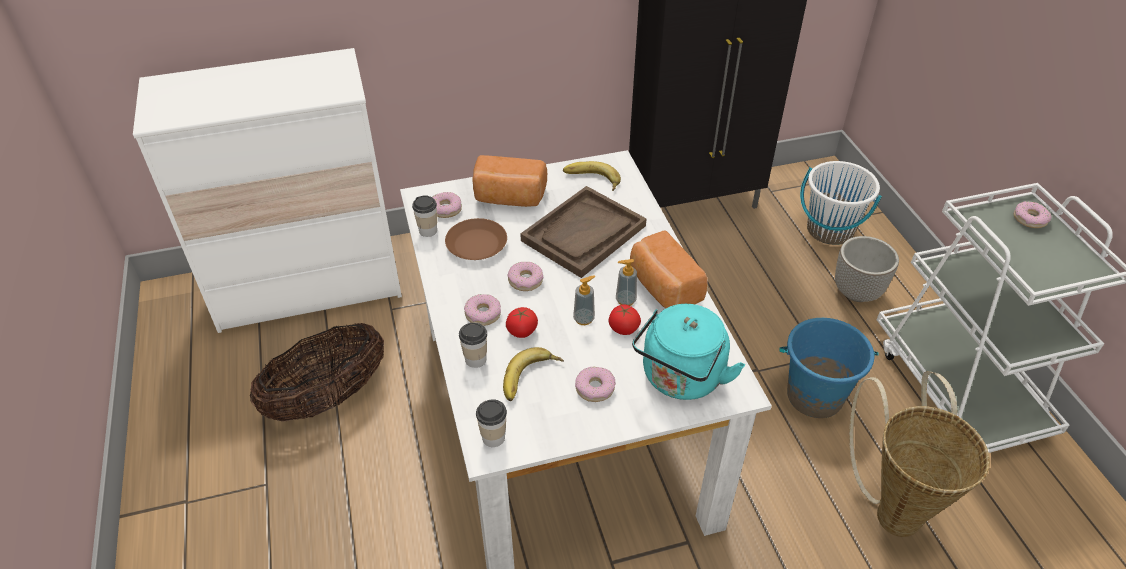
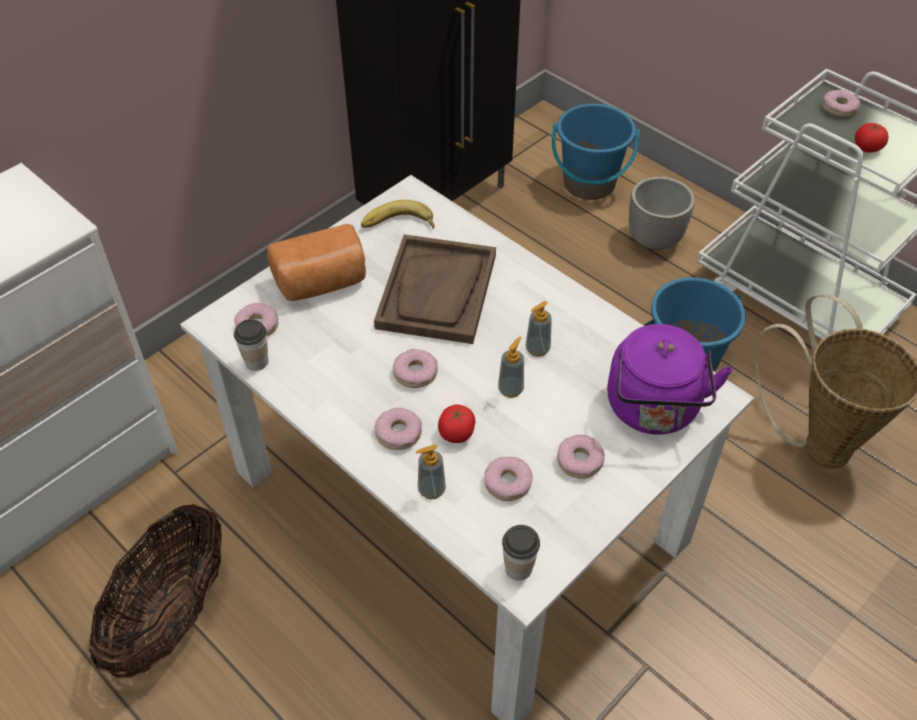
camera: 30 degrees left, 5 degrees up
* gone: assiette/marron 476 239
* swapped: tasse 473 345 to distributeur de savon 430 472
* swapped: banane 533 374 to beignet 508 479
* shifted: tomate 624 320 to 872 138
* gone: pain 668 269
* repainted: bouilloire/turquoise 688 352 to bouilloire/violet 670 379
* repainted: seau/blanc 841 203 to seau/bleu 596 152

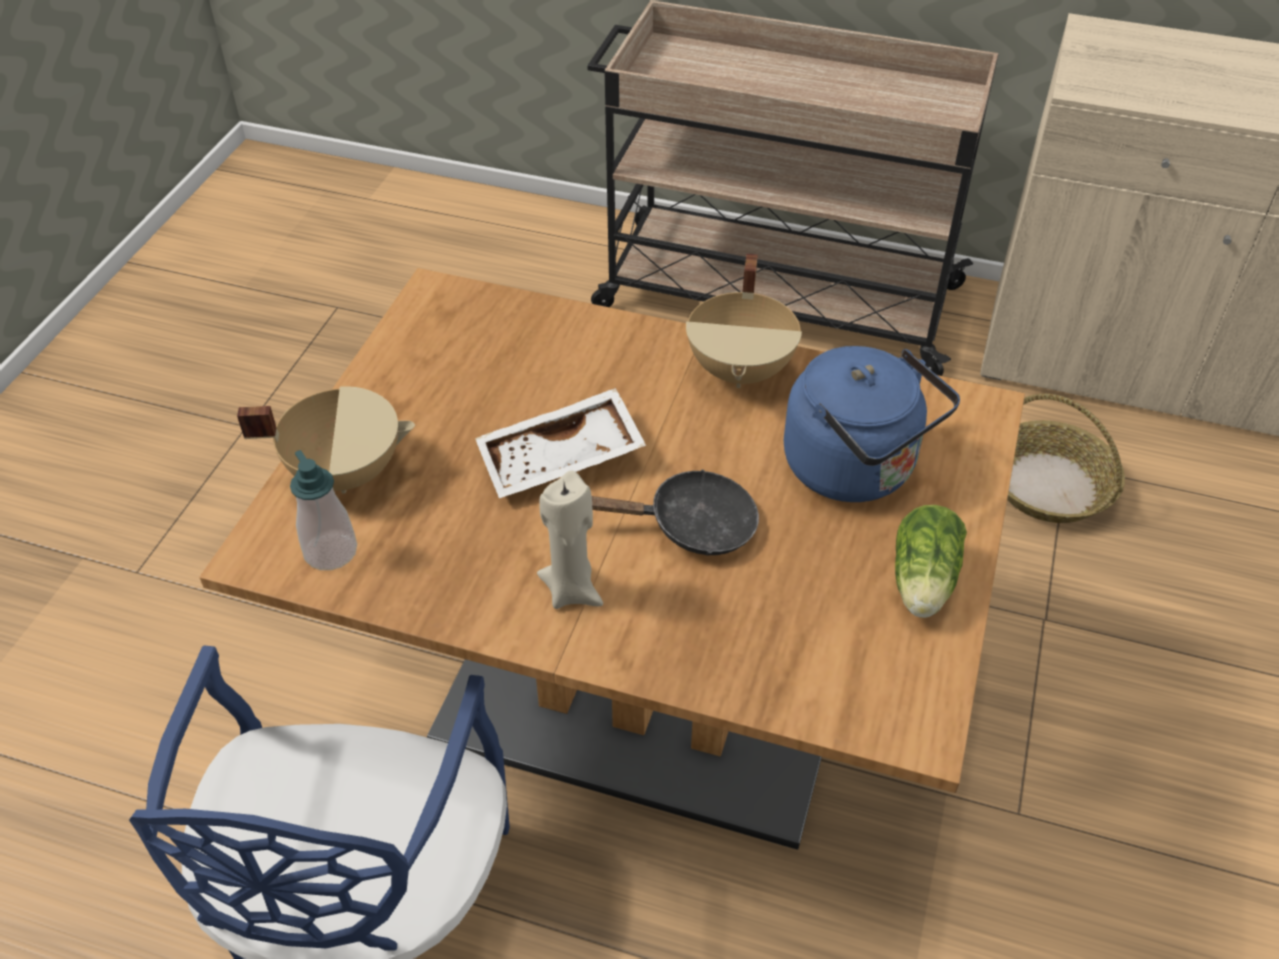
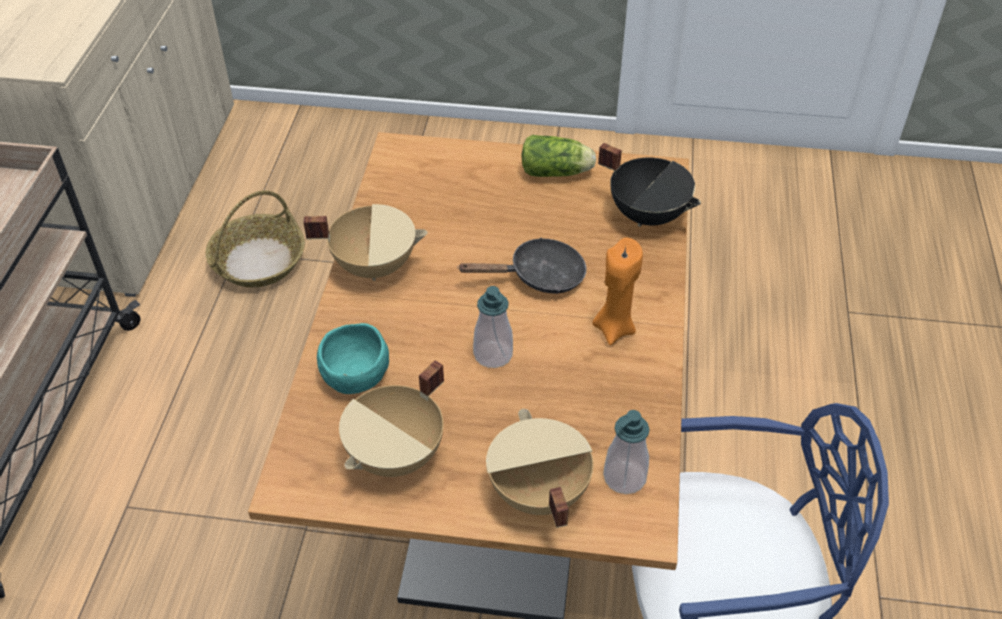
camera: 100 degrees left, 0 degrees up
* swapped: plateau/blanc 560 443 to distributeur de savon 493 327
* repainted: bougie/beige 570 539 to bougie/orange 618 291
* rotated: poêle/noir 675 512 = 521 266 90 degrees clockwise
* gone: bouilloire/bleu 872 424
* new: bol/turquoise 353 358
* new: marmite/beige 391 419
* new: marmite/noir 649 185

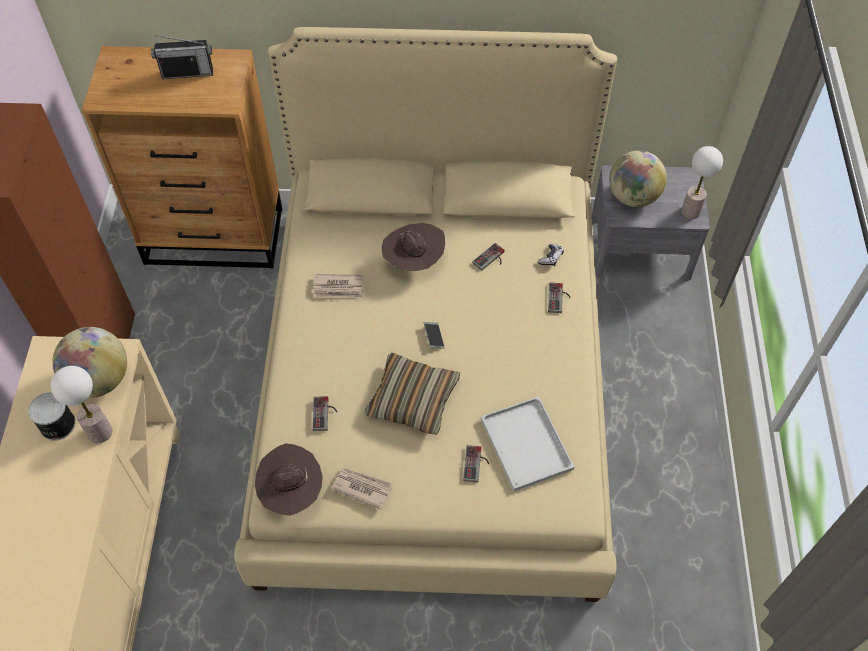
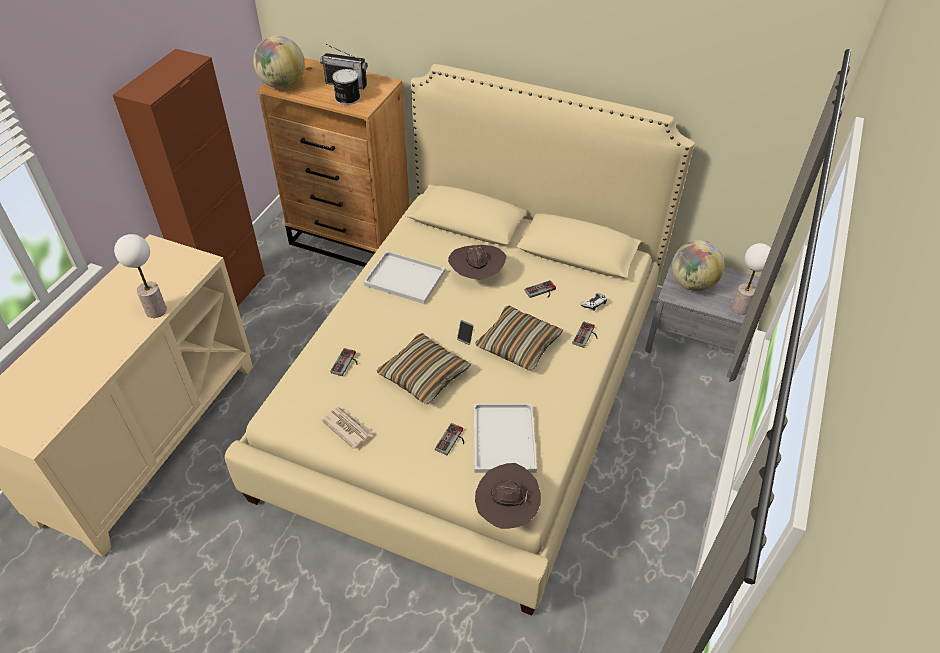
camera: 20 degrees right, 10 degrees down
* shifted: boîte métallique 52 416 to 346 87
* shifted: globe 89 362 to 279 62
* shifted: chapeau/marron 289 479 to 508 496
* swapped: journal 338 285 to plateau/blanc 404 277
* new: coussin 519 338

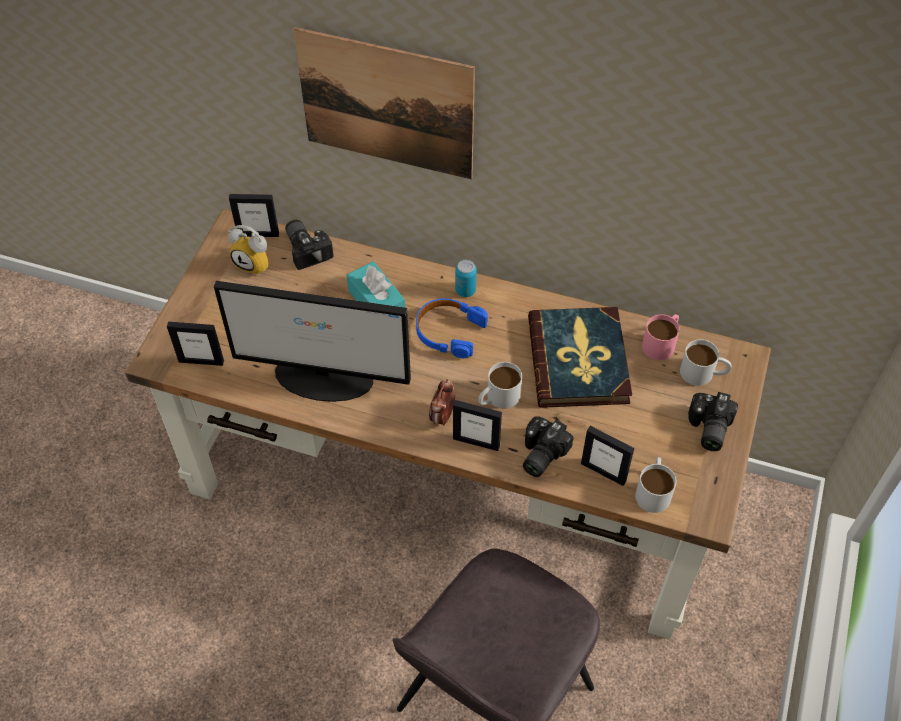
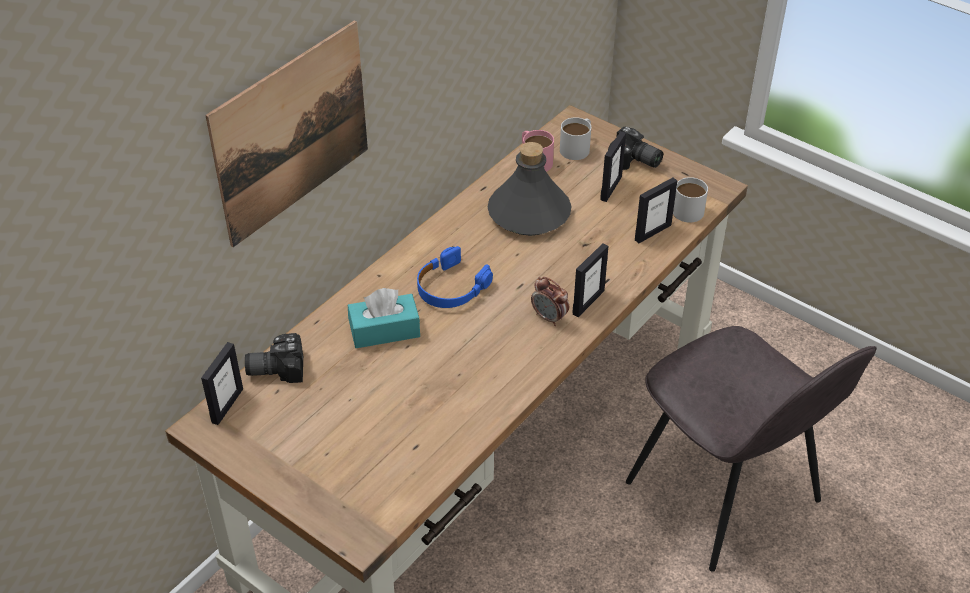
camera: 70 degrees left, 10 degrees down
* shifted: cadre photo 195 344 to 613 166
* gone: écran d'ordinateur 312 341
* gone: réveil 248 250
* gone: boîte métallique 466 278
* gone: mug/blanc 500 385
* gone: appareil photo 548 447
* swapped: livre 580 357 to bouteille/gris 530 189

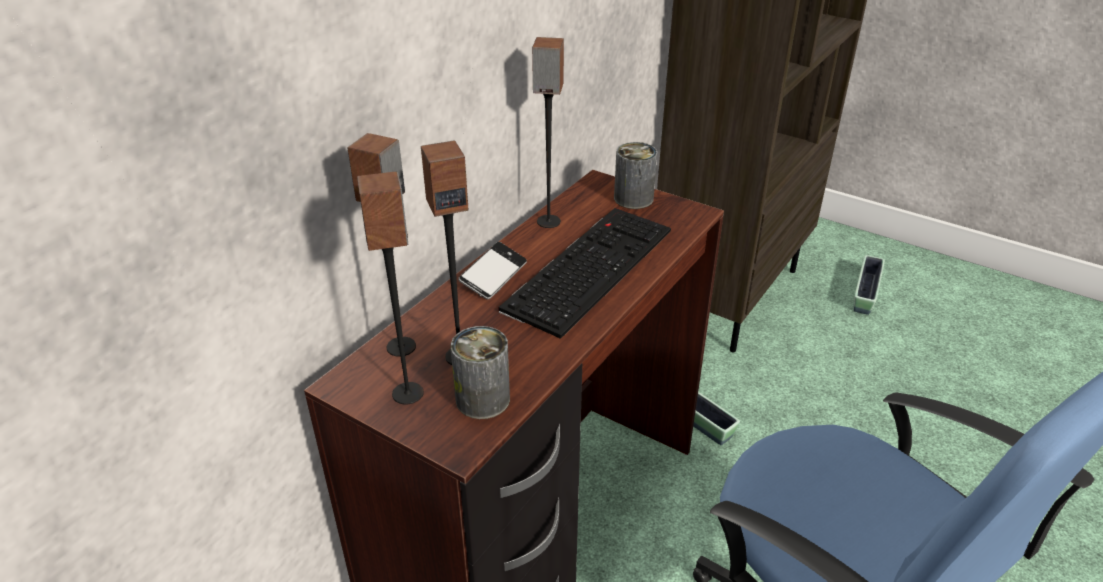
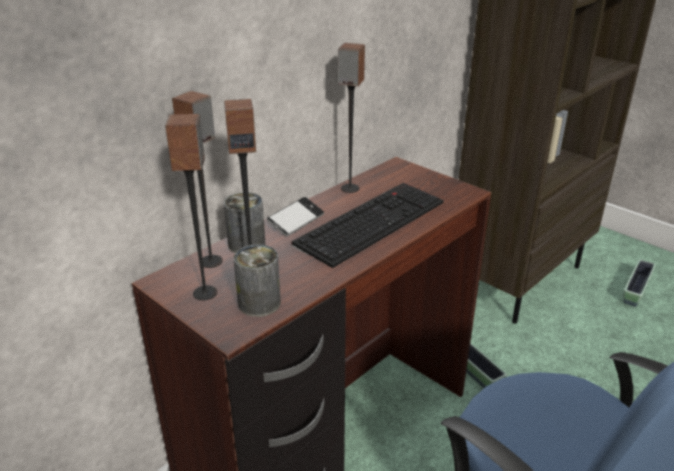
camera: 10 degrees right, 5 degrees down
* shifted: boîte métallique 635 175 to 244 222

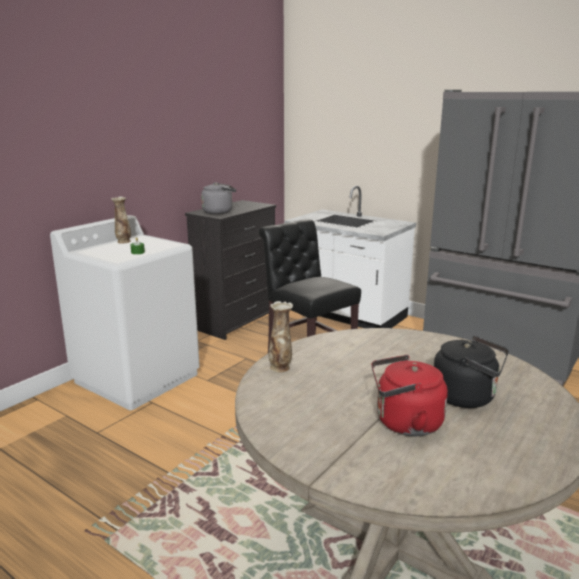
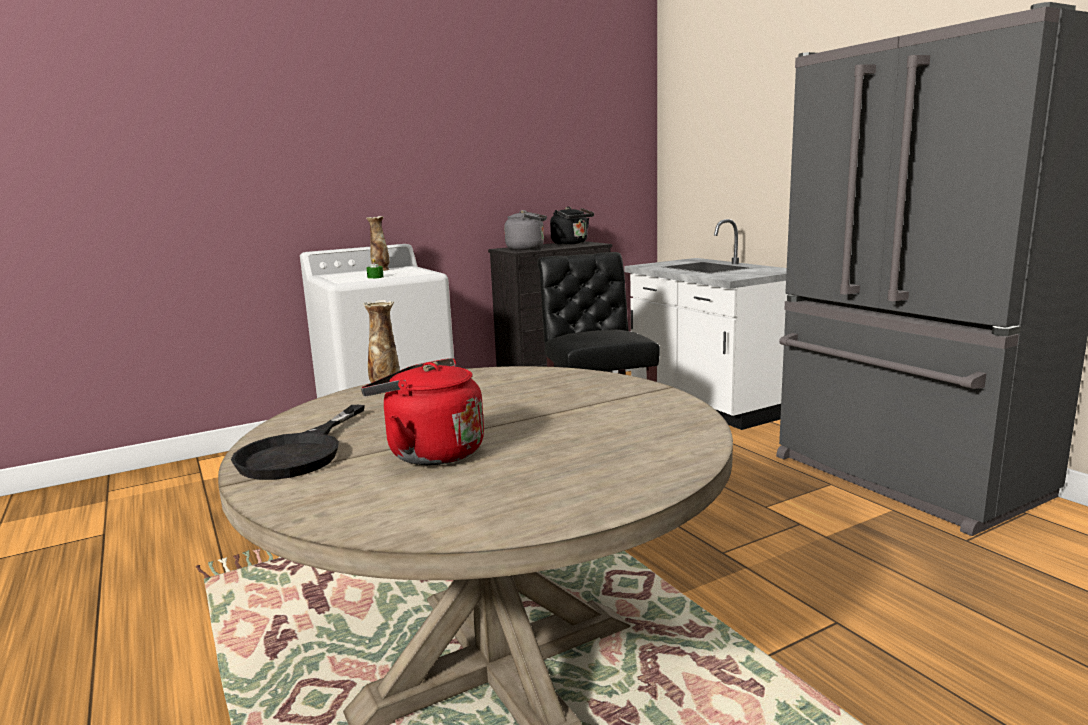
camera: 25 degrees right, 5 degrees down
* shifted: bouilloire/noir 471 372 to 572 226
* new: poêle/noir 298 442

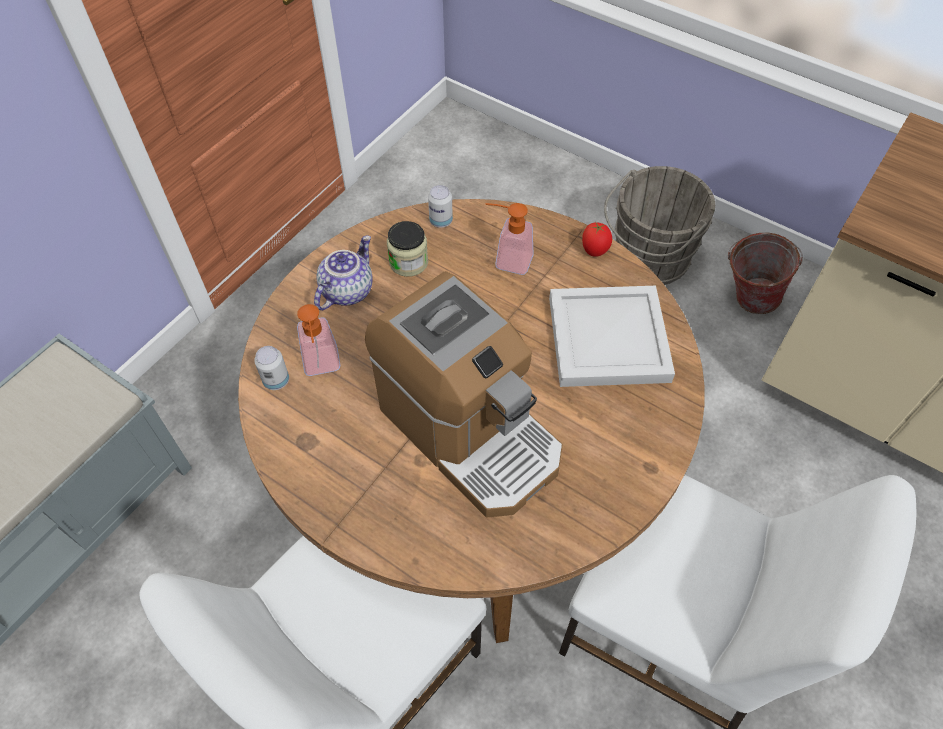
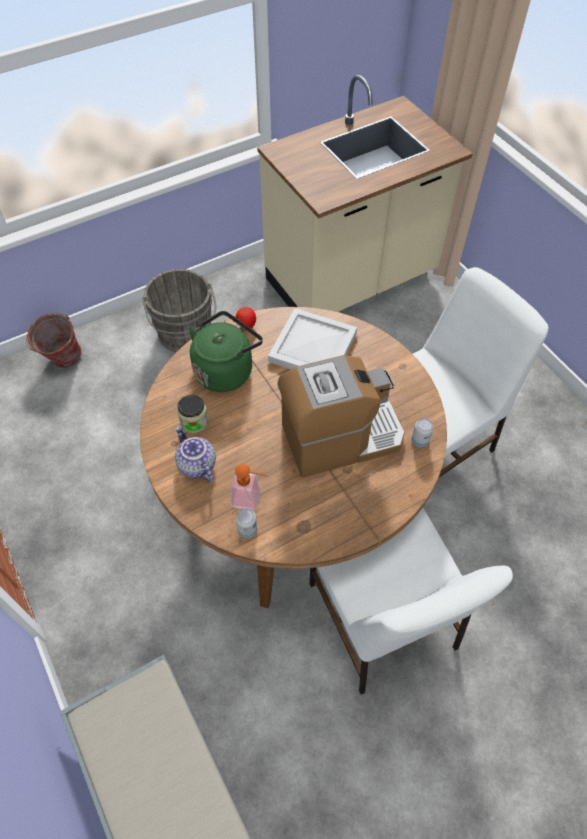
camera: 65 degrees left, 0 degrees up
* shifted: boîte métallique 440 206 to 422 432
* swapped: distributeur de savon 509 239 to bouilloire/vert 225 351
* shifted: seau 765 273 to 54 340

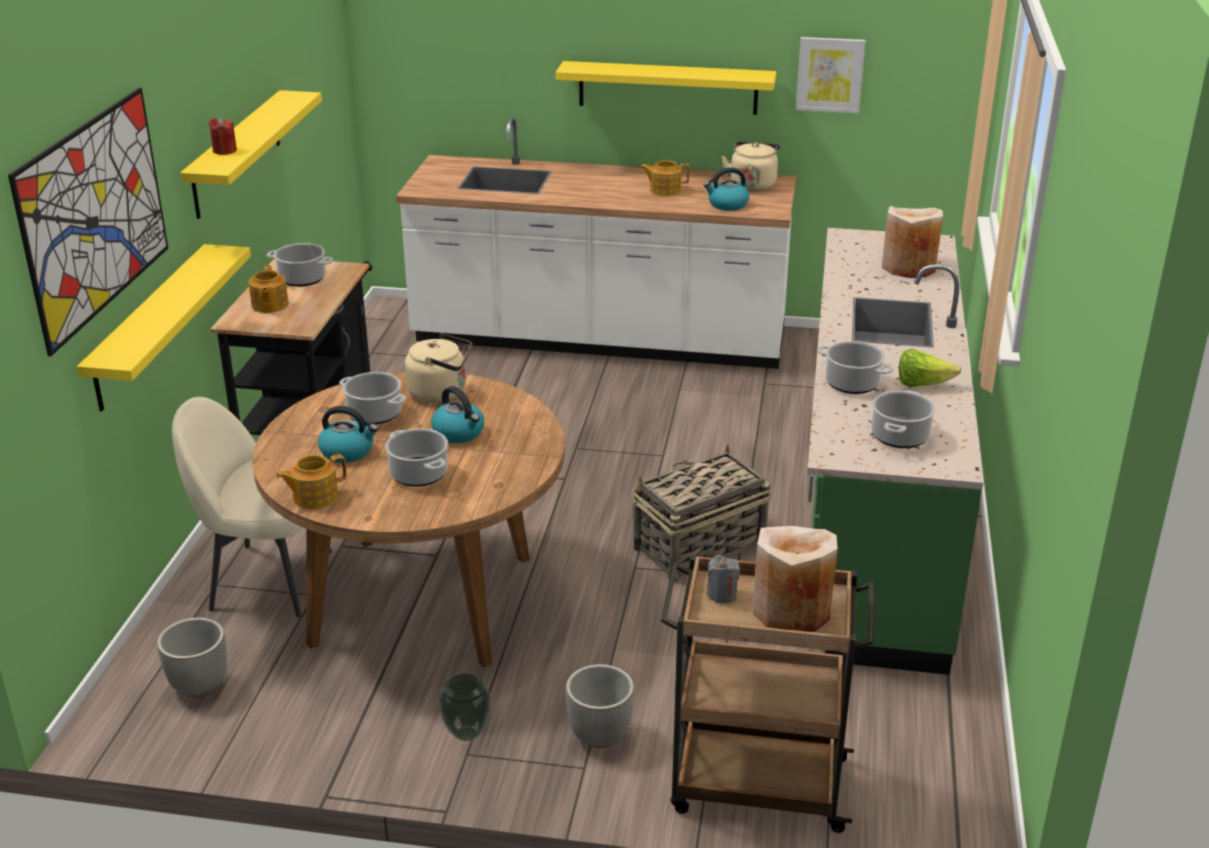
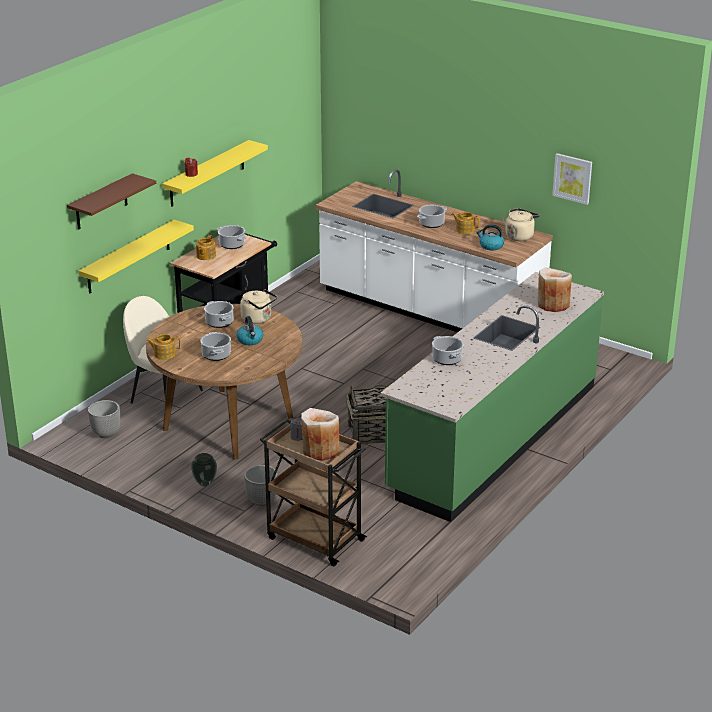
camera: 25 degrees right, 0 degrees up
* swapped: tableau 88 222 to étagère/marron 111 201
* gone: bouilloire 348 434
* gone: étagère/jaune 665 88
* shifted: marmite 903 419 to 432 216
* gone: laitue 930 368

